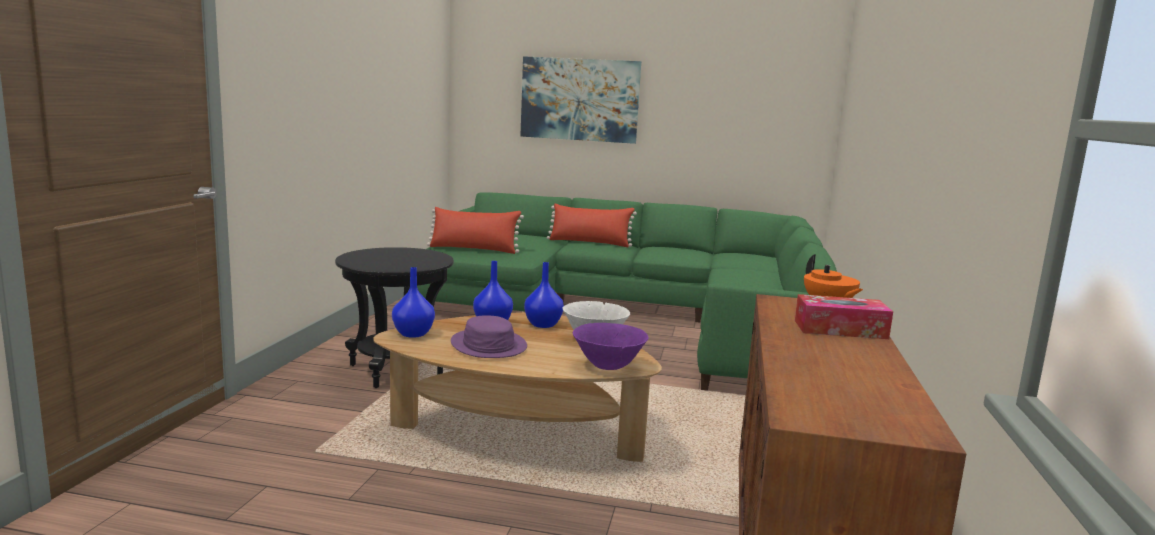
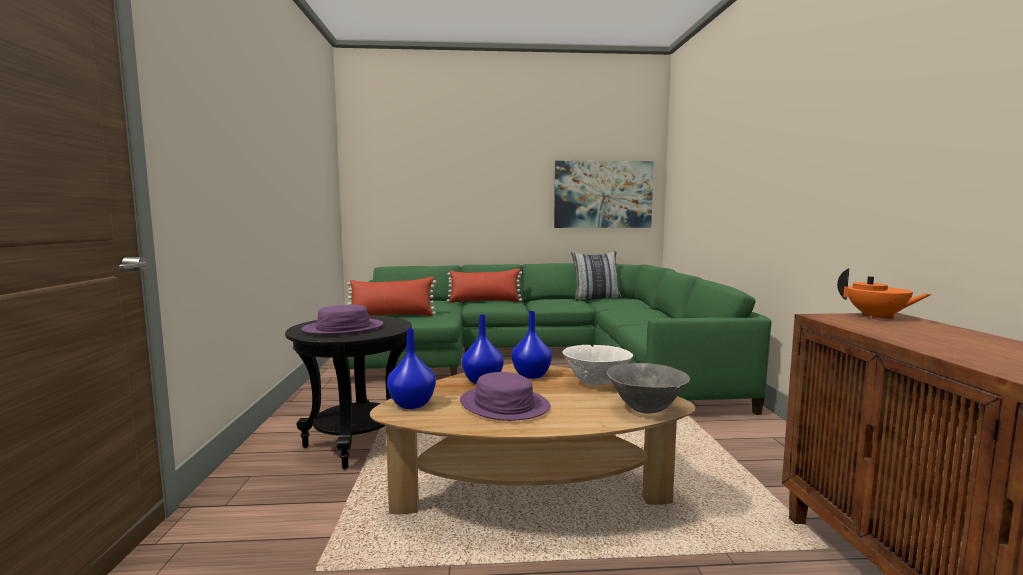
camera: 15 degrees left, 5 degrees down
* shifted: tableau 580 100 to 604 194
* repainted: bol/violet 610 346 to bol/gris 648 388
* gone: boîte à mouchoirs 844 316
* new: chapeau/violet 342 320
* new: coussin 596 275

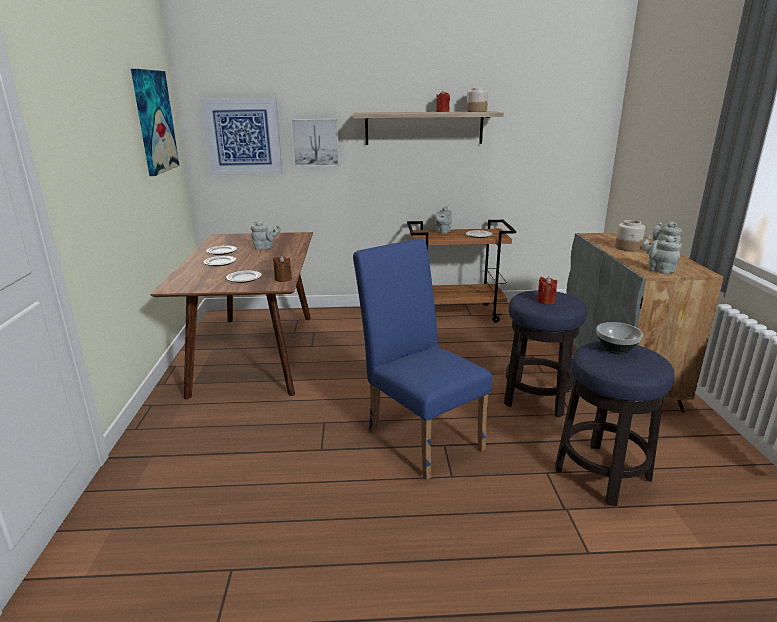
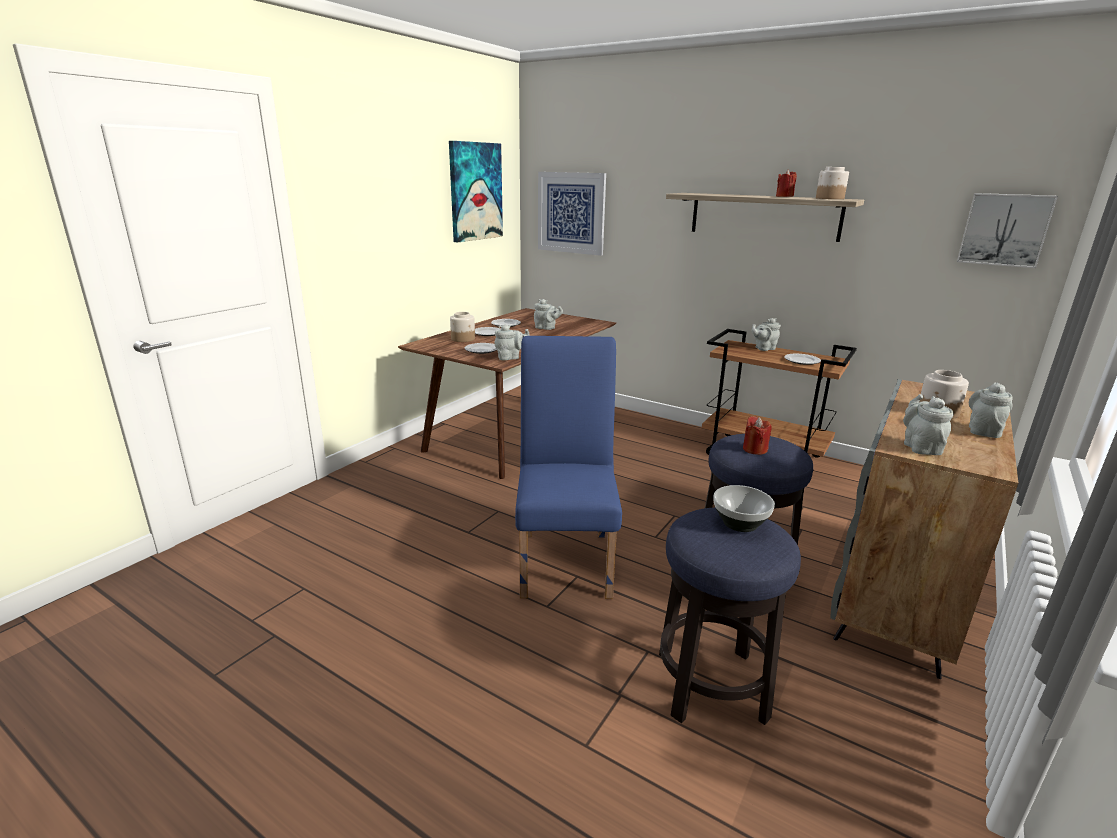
camera: 35 degrees right, 0 degrees up
* swapped: bougie/marron 282 269 to théière/gris 511 342
* shifted: tableau 315 143 to 1007 230
* new: bocal 462 327

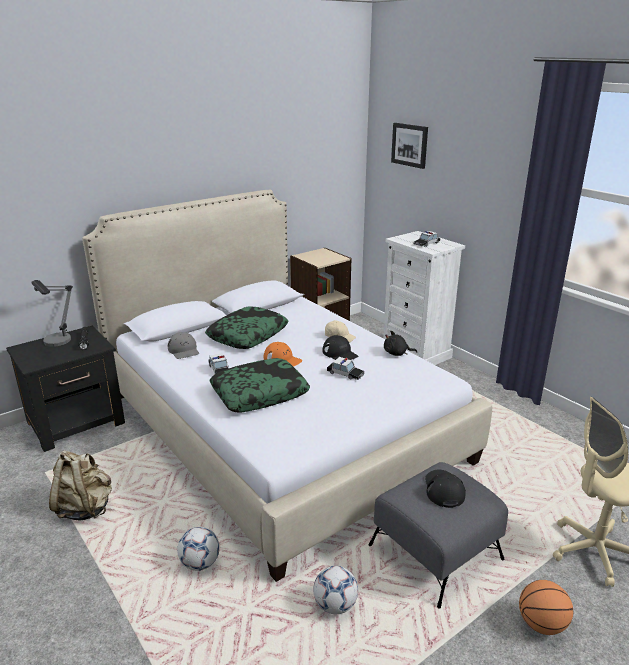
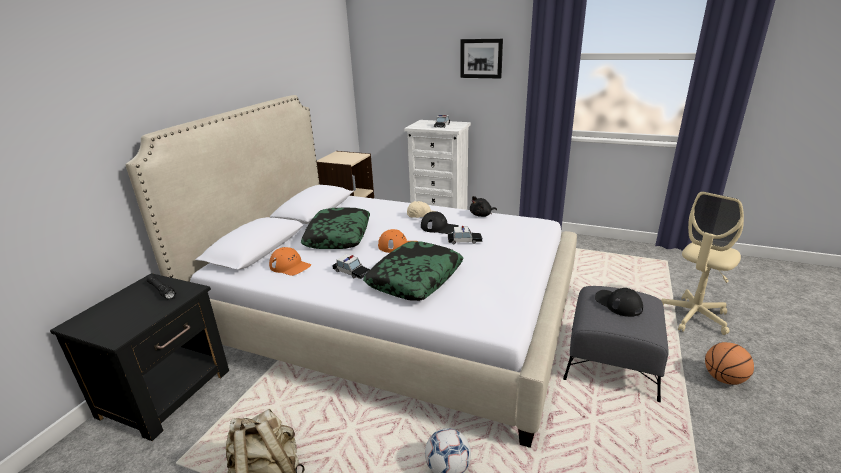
camera: 30 degrees left, 0 degrees up
* gone: lampe de table 52 313
* repainted: casquette/gris 183 345 to casquette/orange 290 261
* gone: ballon de foot 335 590
* shifted: tableau 409 146 to 481 59

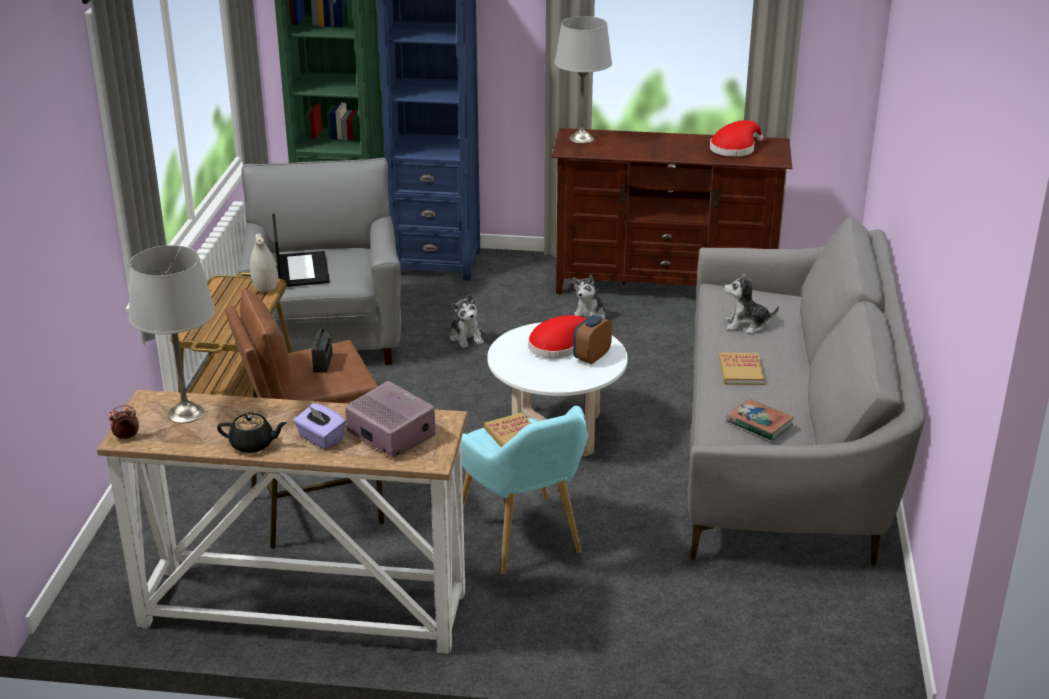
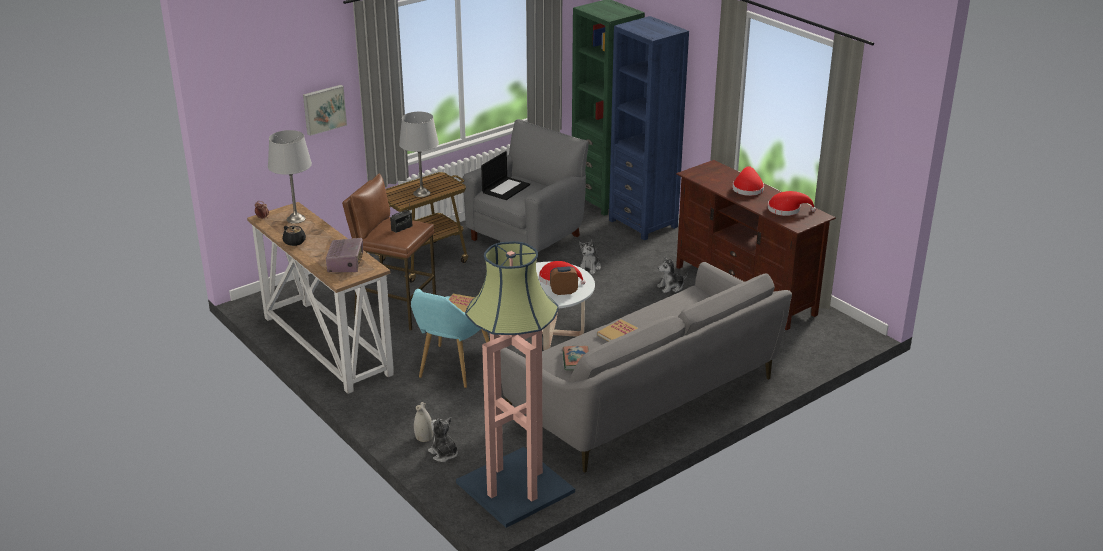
camera: 45 degrees right, 0 degrees up
* shifted: vase/blanc 263 263 to 423 422
* gone: boîte à mouchoirs/violet 320 426
* shifted: lampe de table/gris 583 79 to 419 154
* shifted: peluche 751 303 to 443 439
* new: tableau 325 110
* new: lampadaire 515 384
* new: chapeau/rouge 748 181

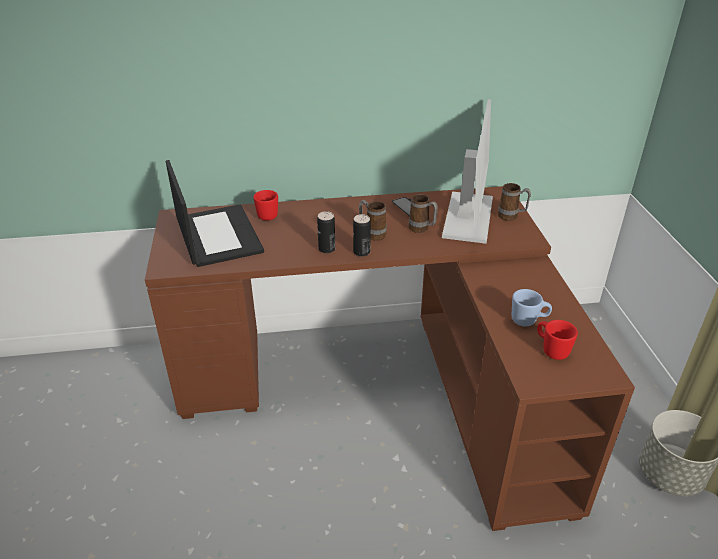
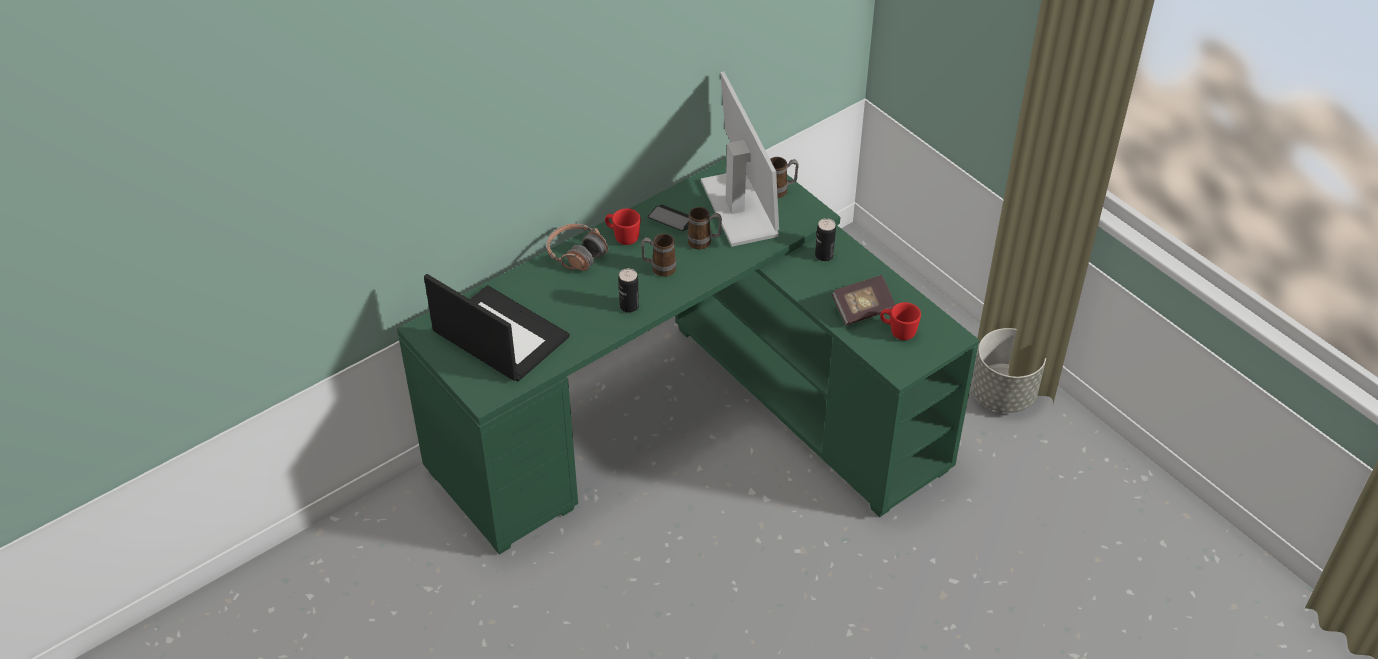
camera: 30 degrees left, 10 degrees up
* repainted: bureau/marron 390 358 to bureau/vert 688 356
* shifted: mug/rouge 265 205 to 623 226
* shifted: boîte métallique 362 235 to 825 239
* swapped: mug/bleu 532 308 to livre 863 300
* new: casque audio 577 247

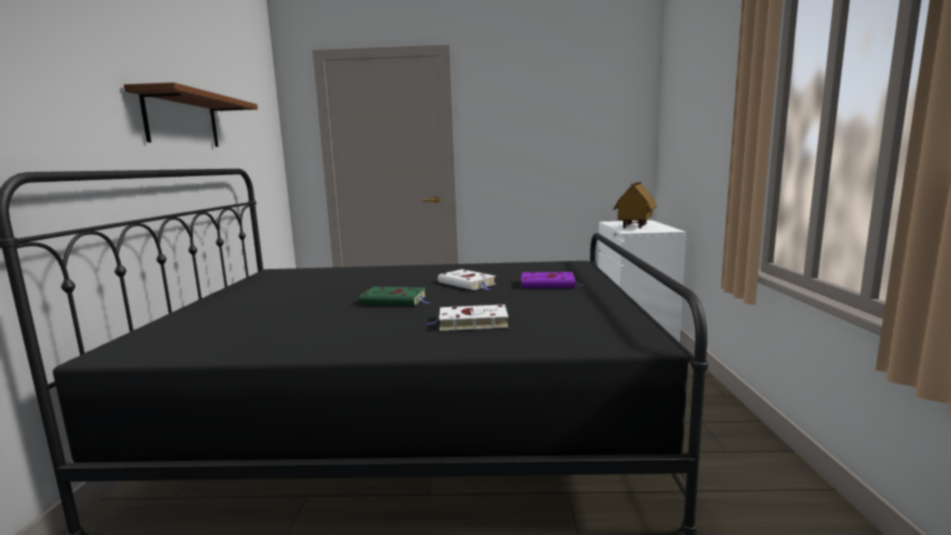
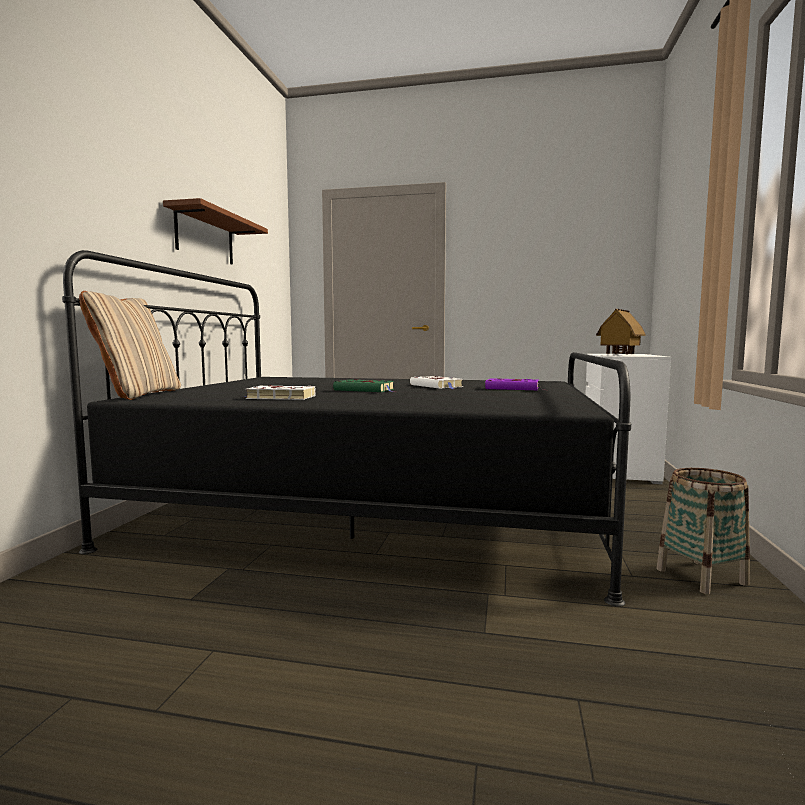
camera: 10 degrees right, 5 degrees down
* shifted: livre/blanc 468 318 to 280 392
* new: coussin/beige 130 345
* new: panier 703 531

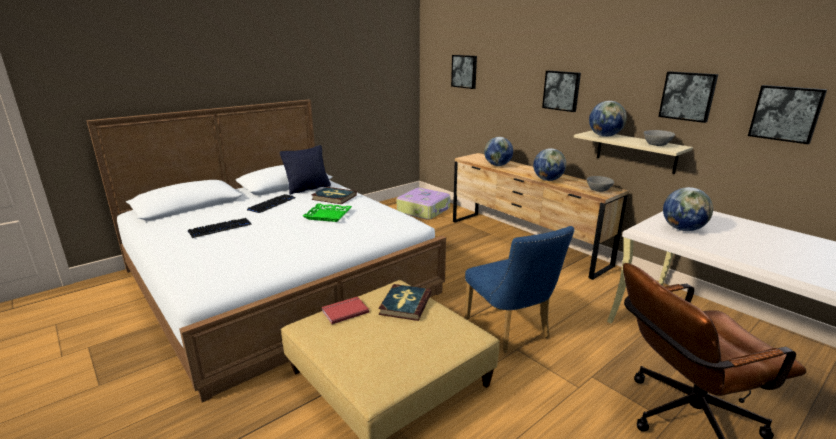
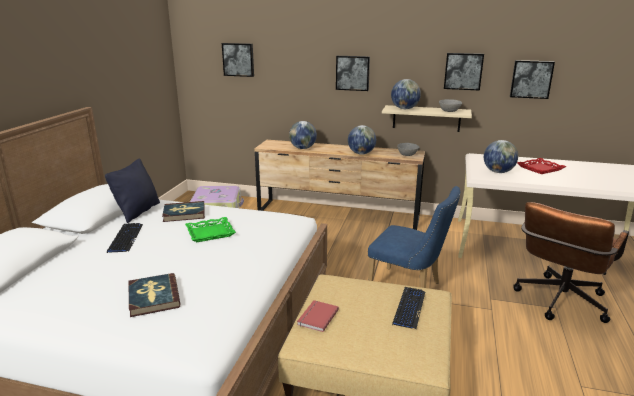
camera: 35 degrees left, 0 degrees up
* shifted: clavier 220 228 to 408 308
* shifted: livre 404 302 to 154 295
* new: plateau/rouge 541 166

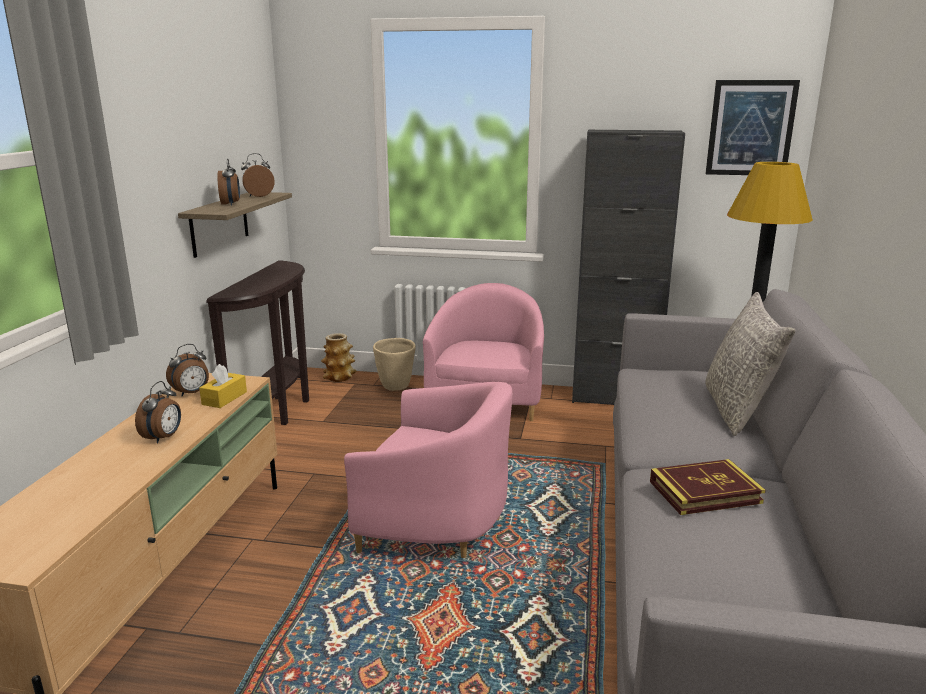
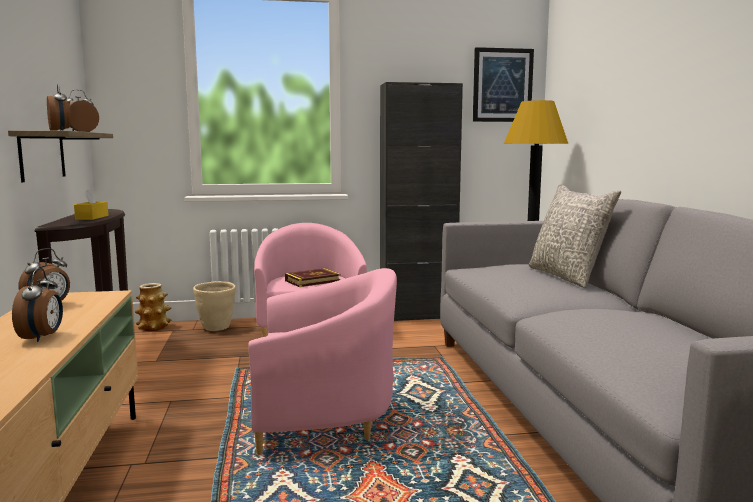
camera: 20 degrees left, 10 degrees down
* shifted: boîte à mouchoirs/jaune 223 386 to 91 204
* shifted: livre 707 487 to 313 277

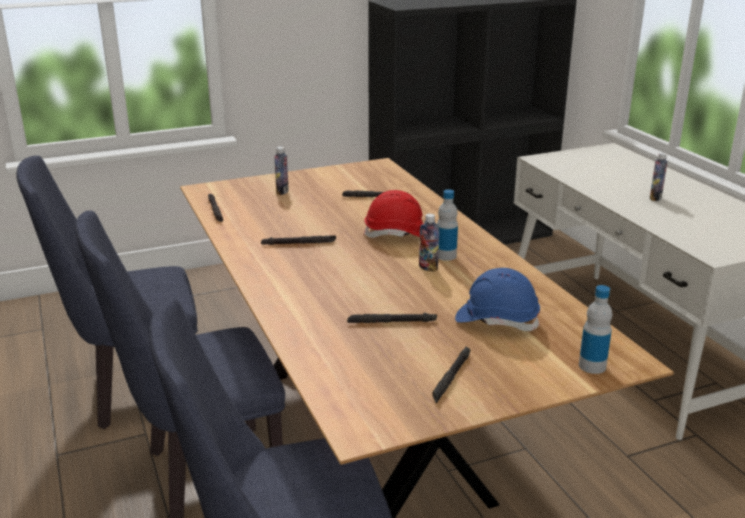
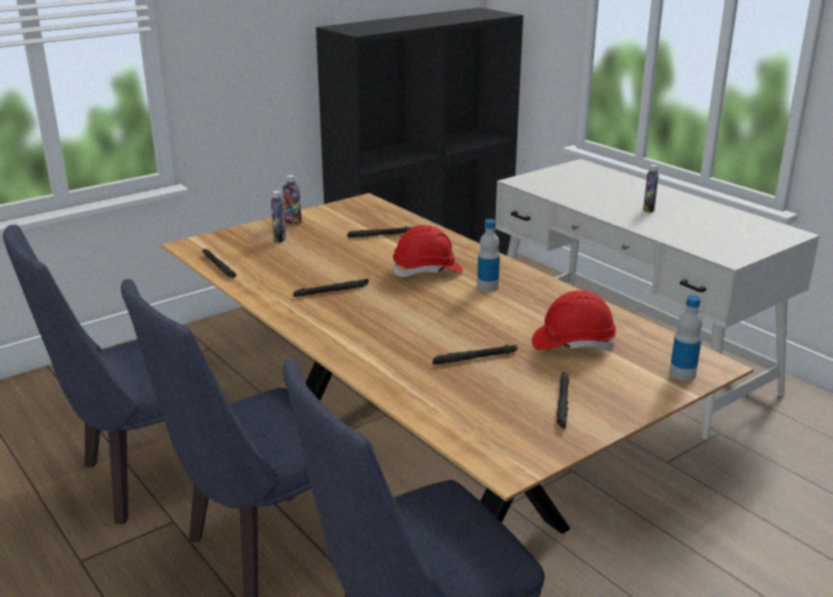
camera: 15 degrees left, 0 degrees up
* shifted: bouteille 429 242 to 292 199
* repainted: casque de chantier/bleu 497 299 to casque de chantier/rouge 574 320

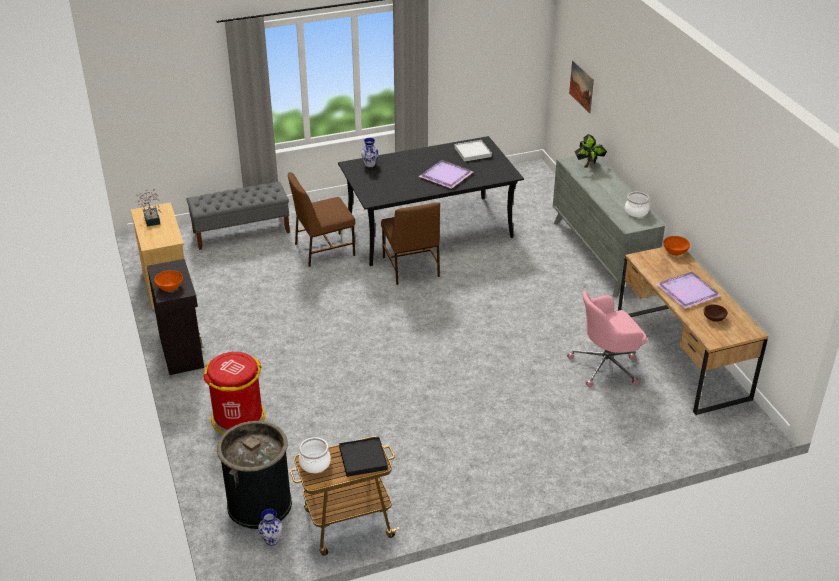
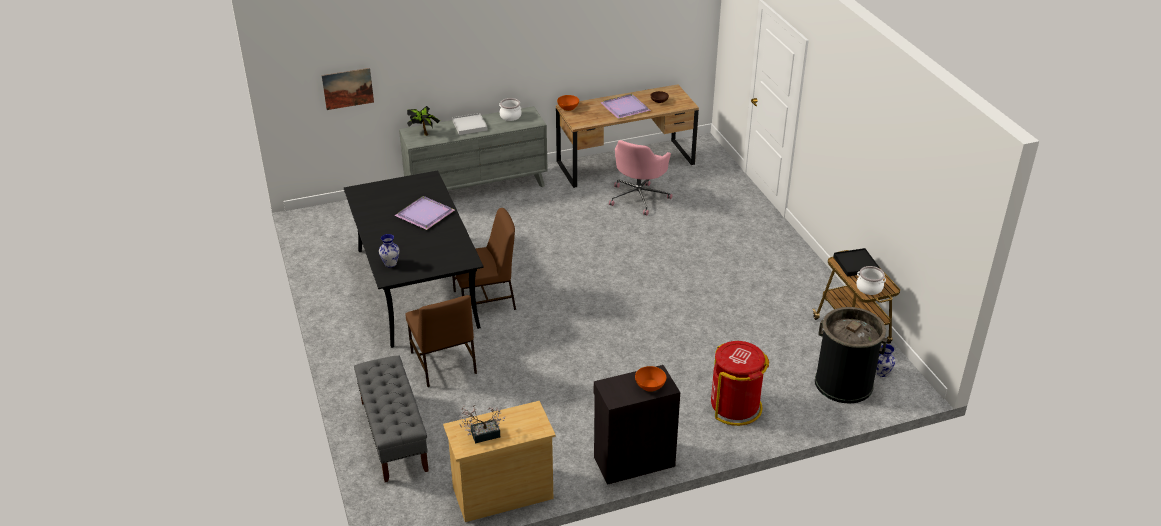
camera: 90 degrees left, 0 degrees up
* shifted: plateau/blanc 473 151 to 469 124
* rotated: chaise de bureau/rose 607 339 = 640 177 45 degrees clockwise

